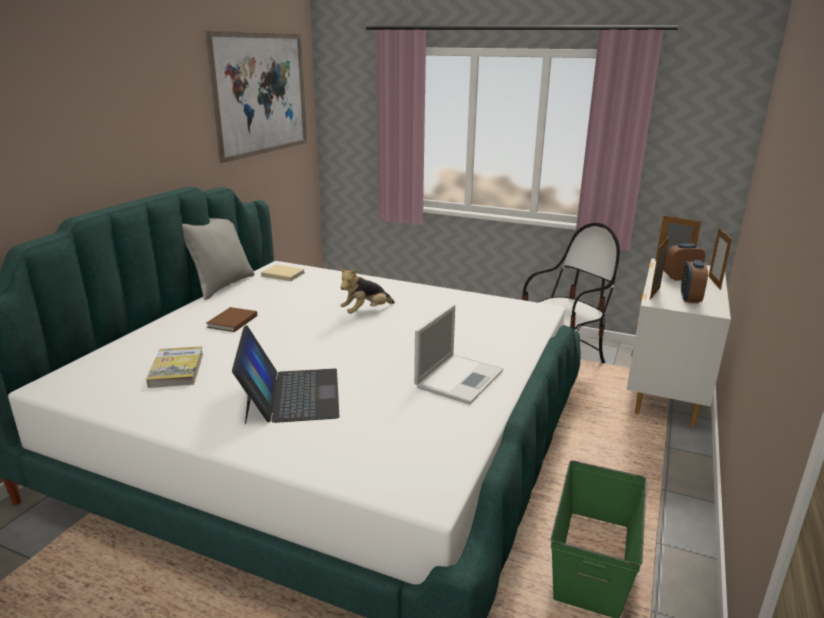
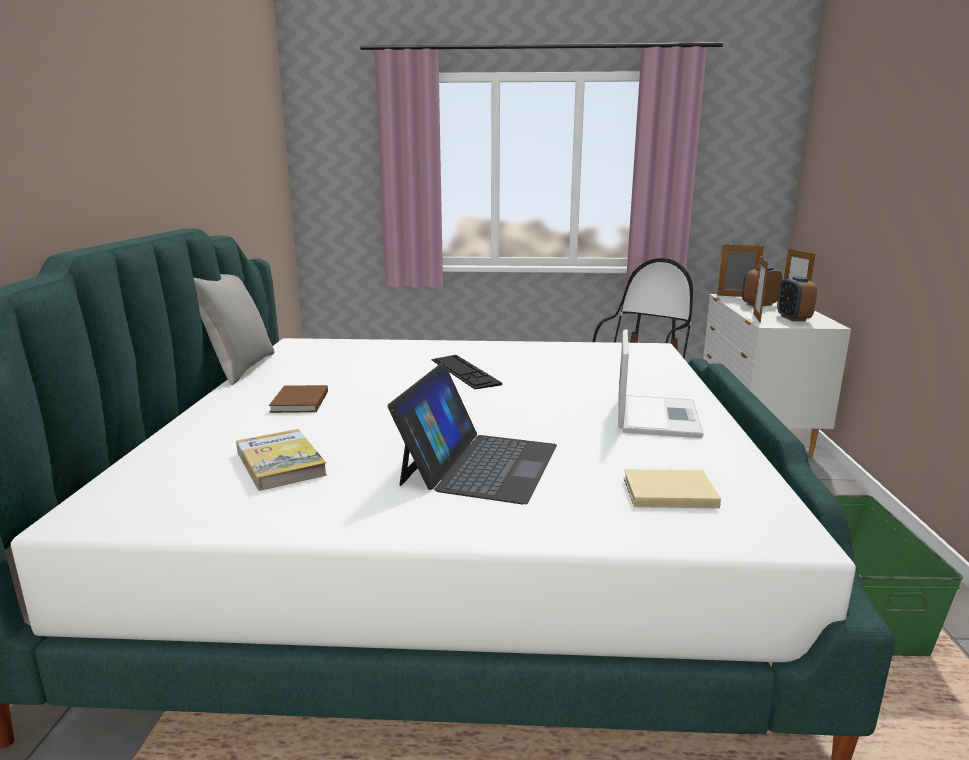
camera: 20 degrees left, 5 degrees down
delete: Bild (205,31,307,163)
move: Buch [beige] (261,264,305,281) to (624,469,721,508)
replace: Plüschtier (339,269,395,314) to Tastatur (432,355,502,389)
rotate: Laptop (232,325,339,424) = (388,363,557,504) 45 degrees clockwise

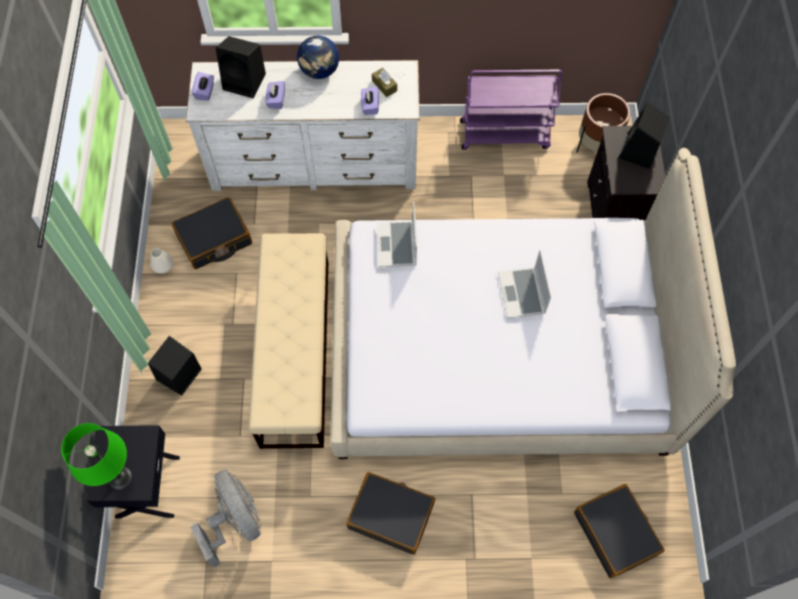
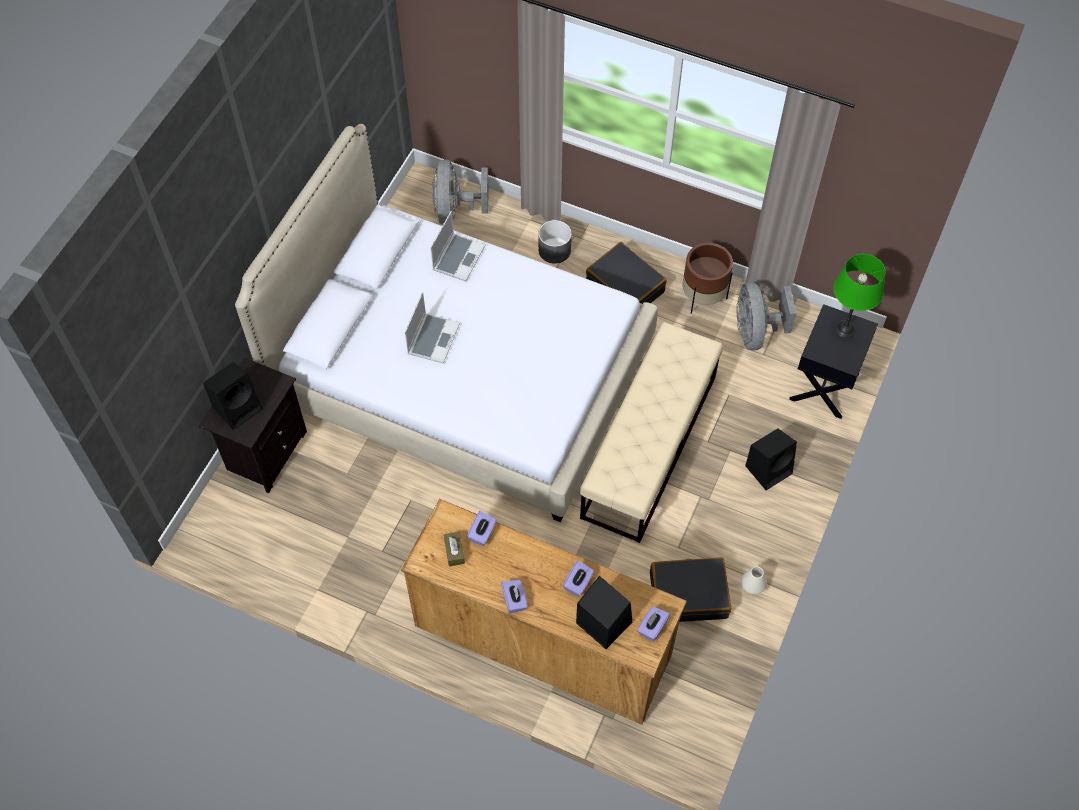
camera: 155 degrees left, 5 degrees down
delete: Rollwagen [lila] (460,70,562,150)
insert: Pflanzkübel [grau] (538,220,572,264)
move: Laptop (377,202,417,267) to (430,211,486,281); Pflanzkübel [braun] (577,93,630,152) to (682,243,733,314)
replace: Globus (297,36,339,79) to Taschentuchbox [lila] (501,580,528,614); Koffer [schwarz] (574,484,664,578) to Ventilator [grau] (431,159,489,224)
recolor: Kommode [weiß] (186,60,420,191) to Kommode [braun] (401,499,687,725)

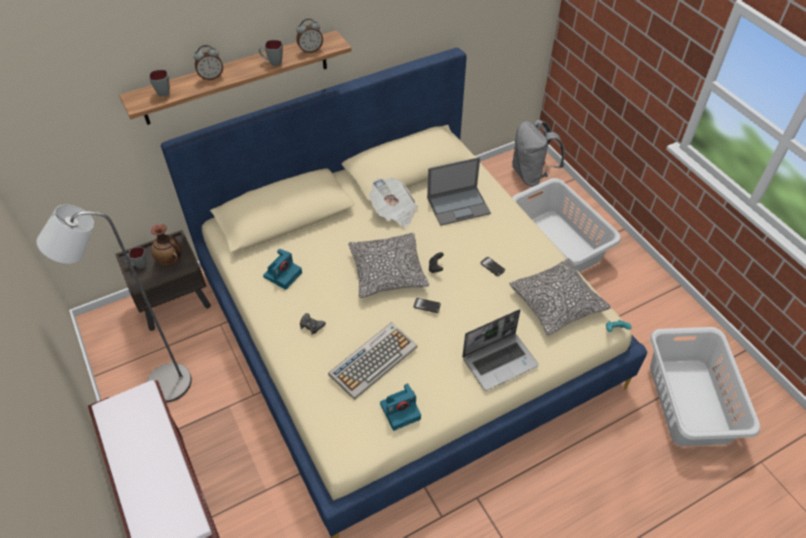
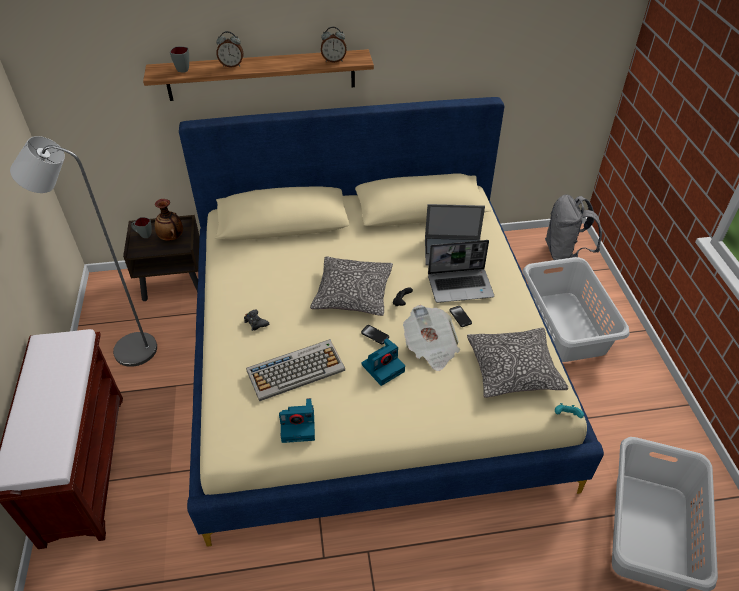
camera: 20 degrees right, 5 degrees down
delete: Henkelbecher [grau] (259,40,283,66)
move: Kamera (263,249,302,290) to (362,338,405,386); Zeitung (369,178,418,227) to (403,305,460,371); Laptop (462,309,539,391) to (428,240,494,303)

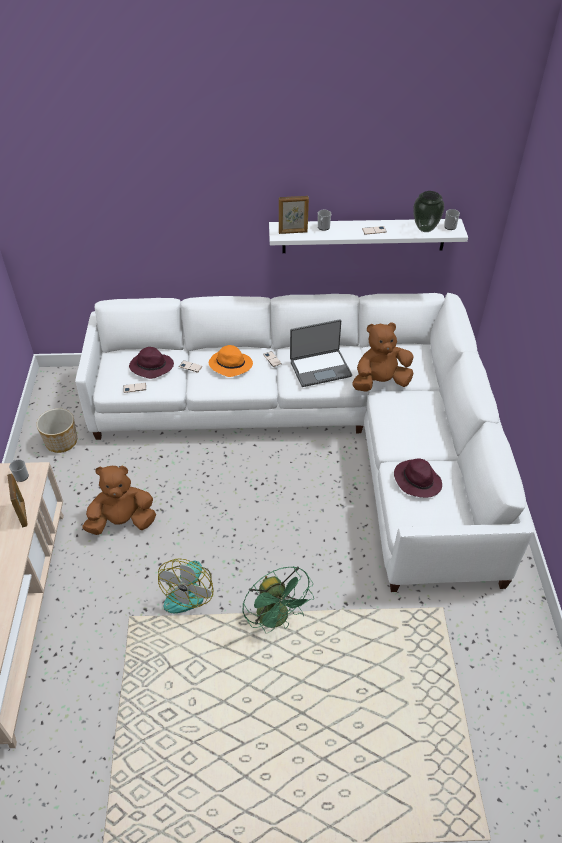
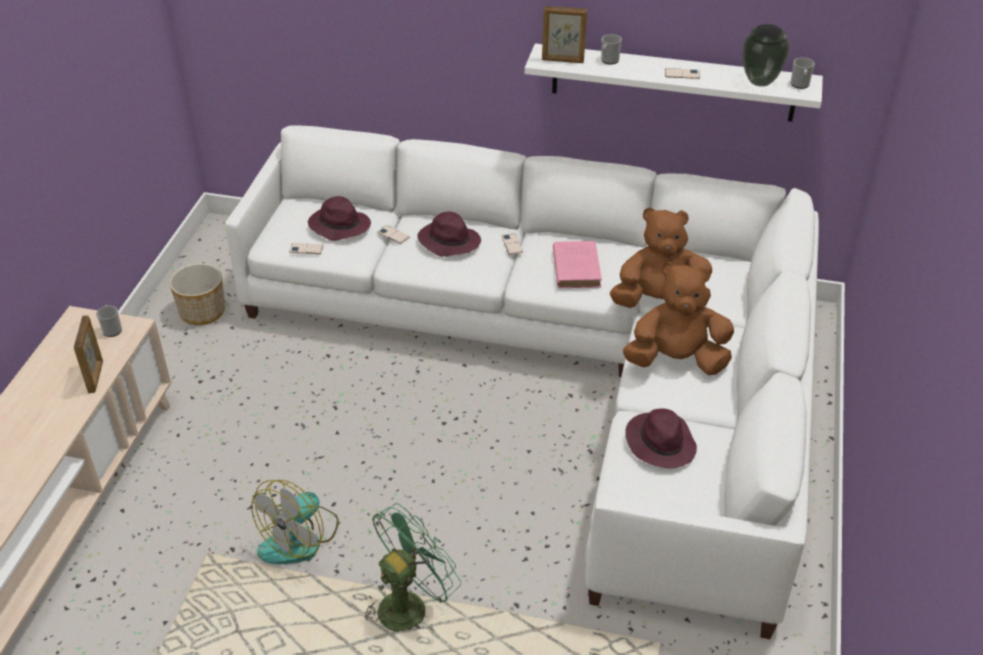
camera: 15 degrees right, 5 degrees down
move: Plüschtier [braun] (82,465,156,535) to (623,262,734,375)
replace: Laptop (290,319,352,387) to Buch [rosa] (553,241,602,288)
recolor: Hut [orange] (209,345,253,377) to Hut [lila] (418,212,481,257)
rotate: Ventilator [grün] (243,566,314,633) = (365,503,461,632) 120 degrees counterclockwise

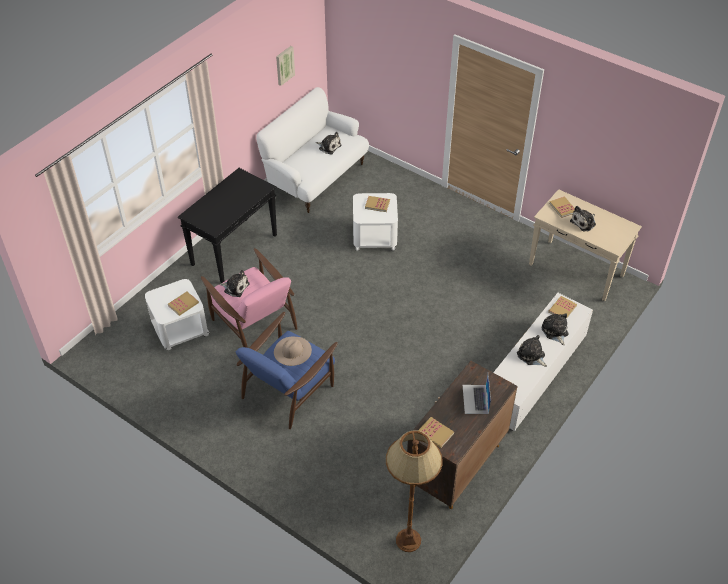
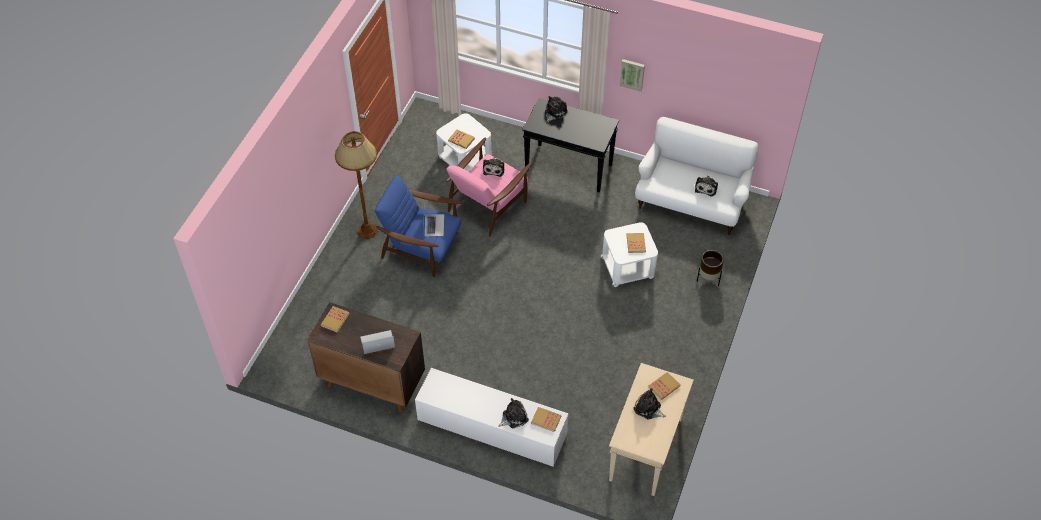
camera: 75 degrees right, 5 degrees up
insert: Pflanzkübel [braun] (697,250,724,286)
move: Bild (276,46,295,86) to (620,59,645,92); Stehlampe [braun] (386,431,443,552) to (335,131,377,239); Plüschtier (517,335,547,367) to (544,96,568,123)
replace: Hut [beige] (274,337,312,366) to Laptop (424,203,444,236)

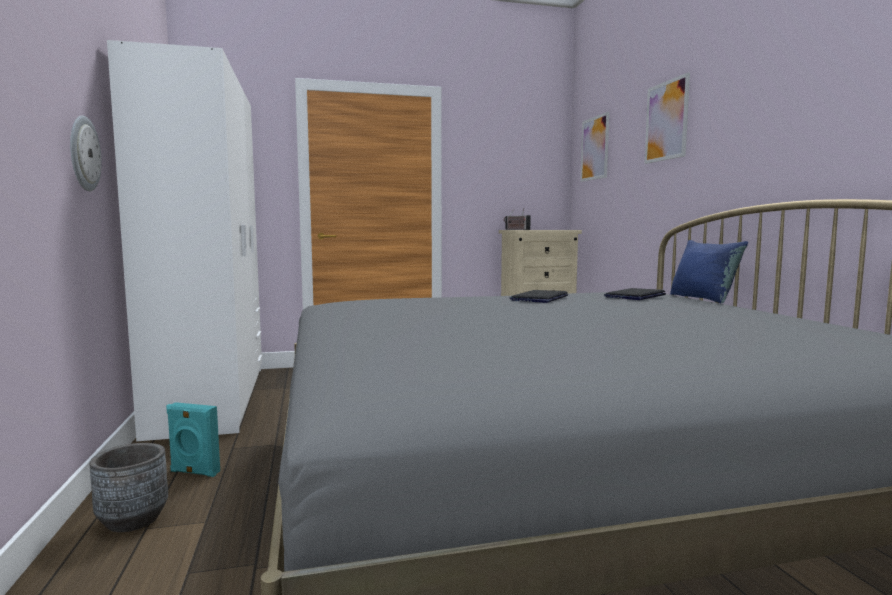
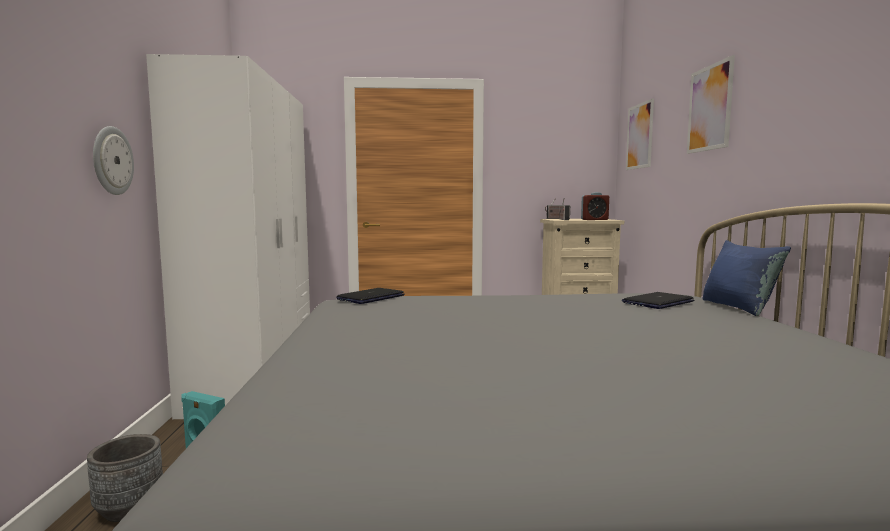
camera: 10 degrees right, 0 degrees up
insert: Wecker (581,192,609,220)
move: Laptop (510,290,568,303) to (336,288,405,304)

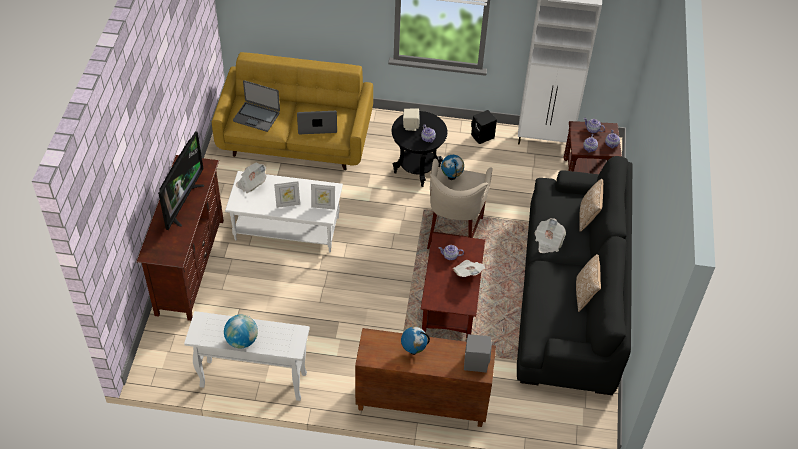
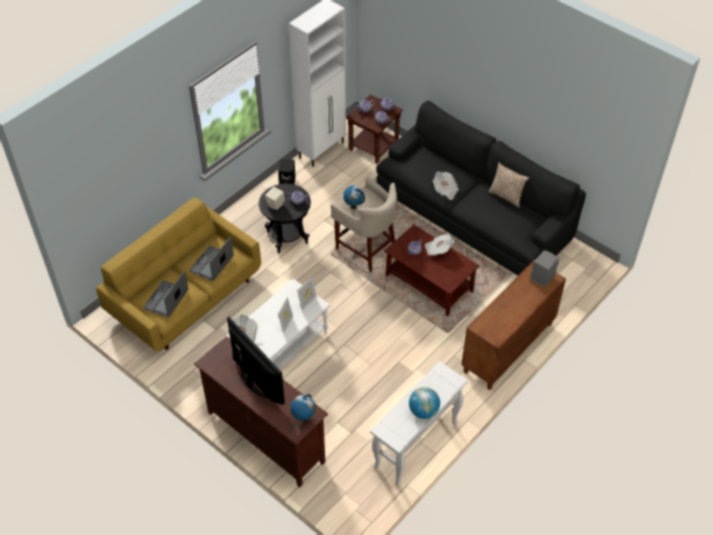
camera: 55 degrees left, 0 degrees up
delete: Kissen (579,179,603,232)
move: Globus (401,327,430,355) to (290,394,316,421)
rotate: Laptop (233,80,280,132) = (143,271,188,318) 150 degrees clockwise

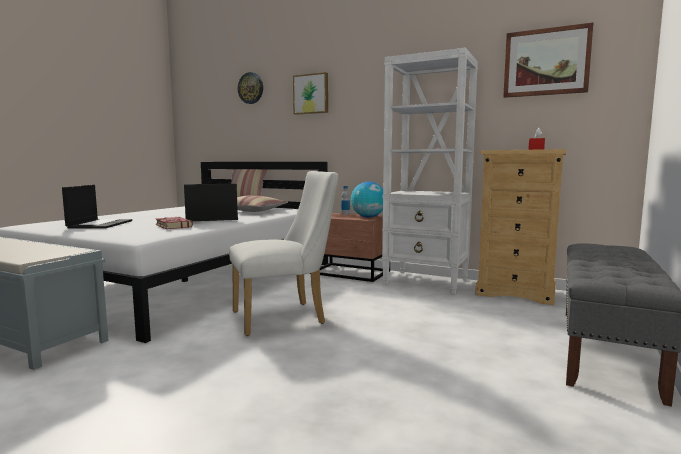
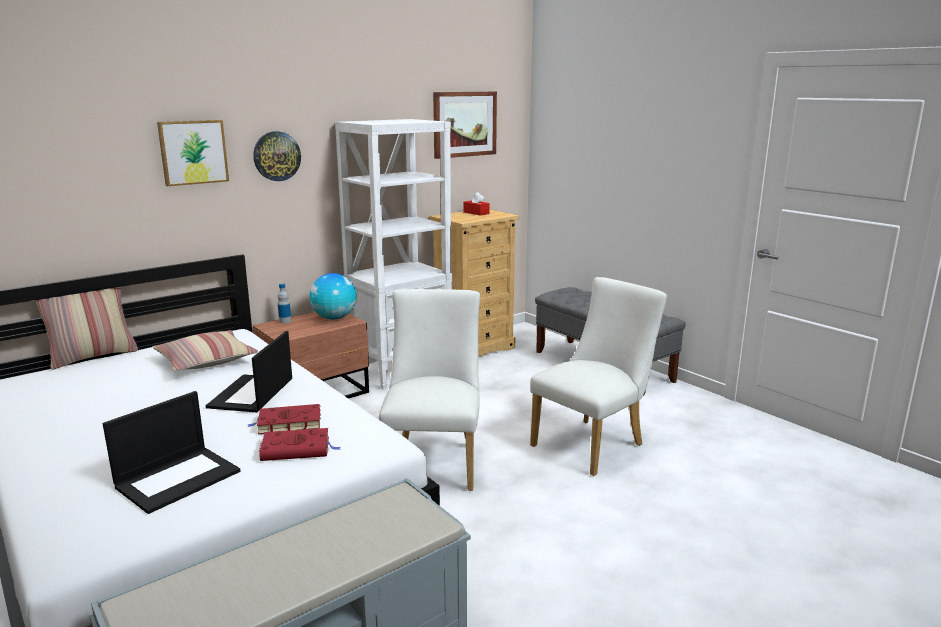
camera: 65 degrees left, 10 degrees up
insert: Buch [rot] (259,428,340,461); Stuhl [weiß] (530,277,667,476)
move: Wanduhr (238,72,263,104) to (253,131,301,181)
rotate: Laptop (62,185,132,228) = (103,391,240,514) 105 degrees clockwise

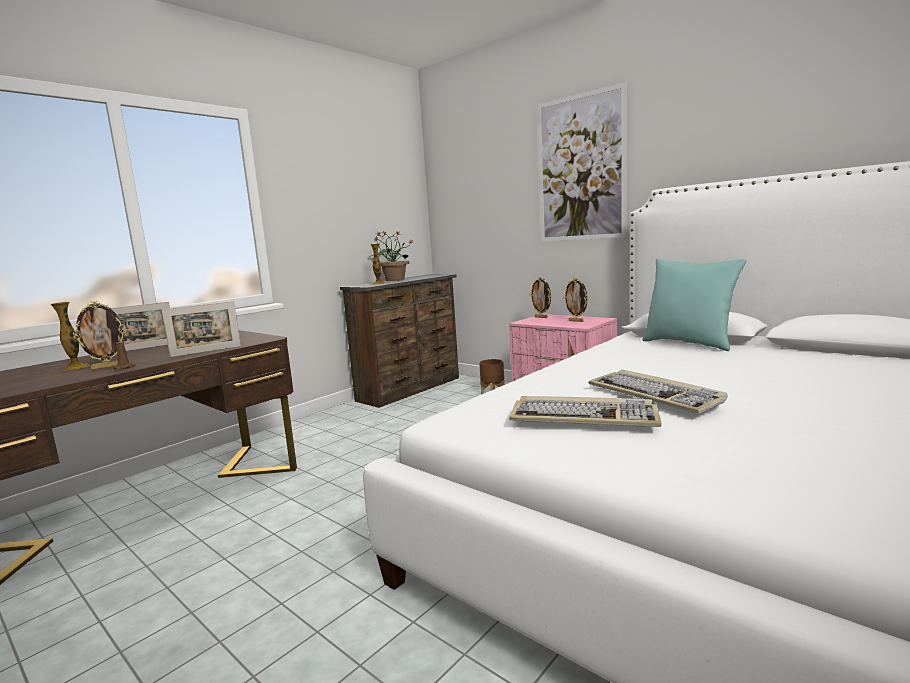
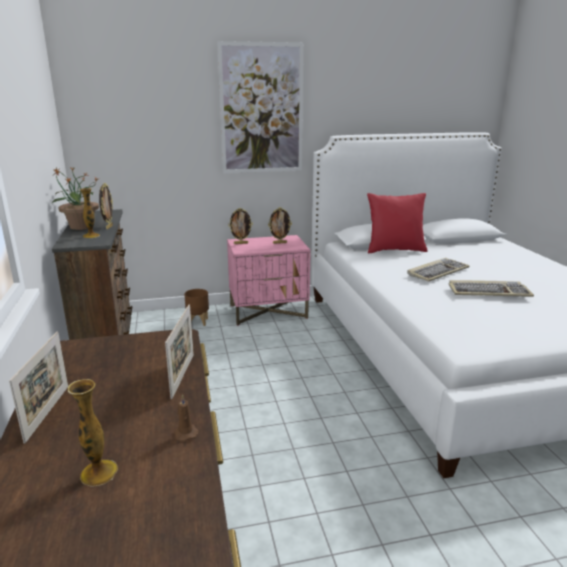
camera: 55 degrees left, 10 degrees up
move: Bilderrahmen (73,301,126,369) to (99,183,113,230); Tastatur (509,396,662,427) to (407,258,469,282)
recolor: Kissen [türkis] (642,259,746,351) to Kissen [rot] (367,193,427,253)

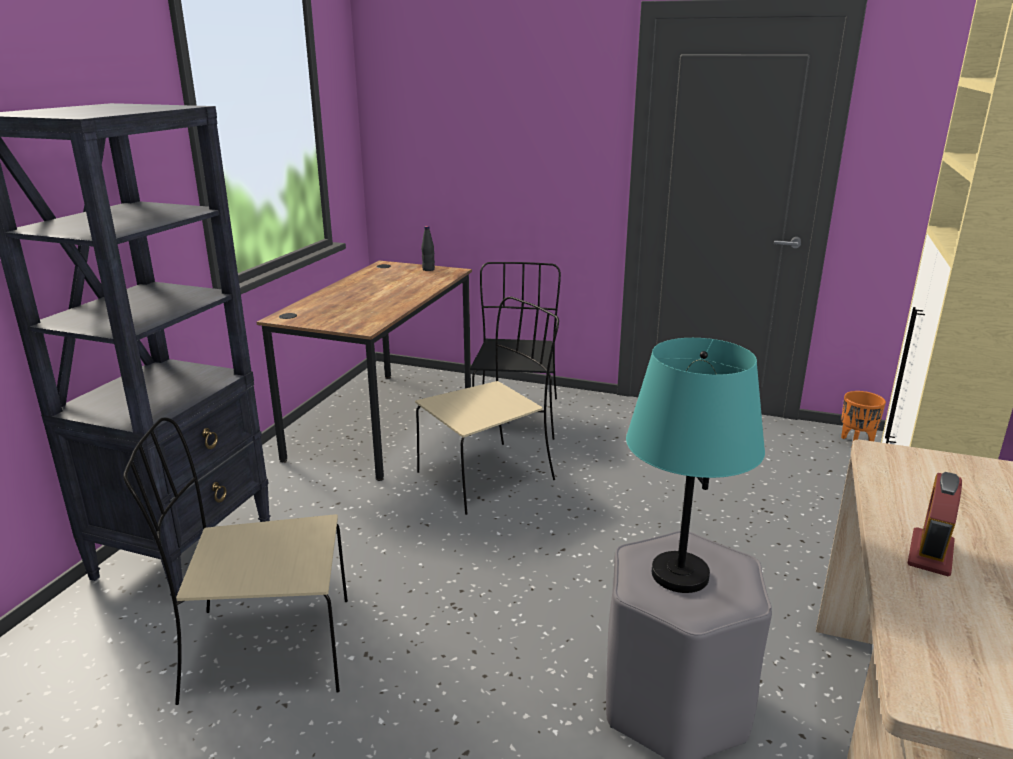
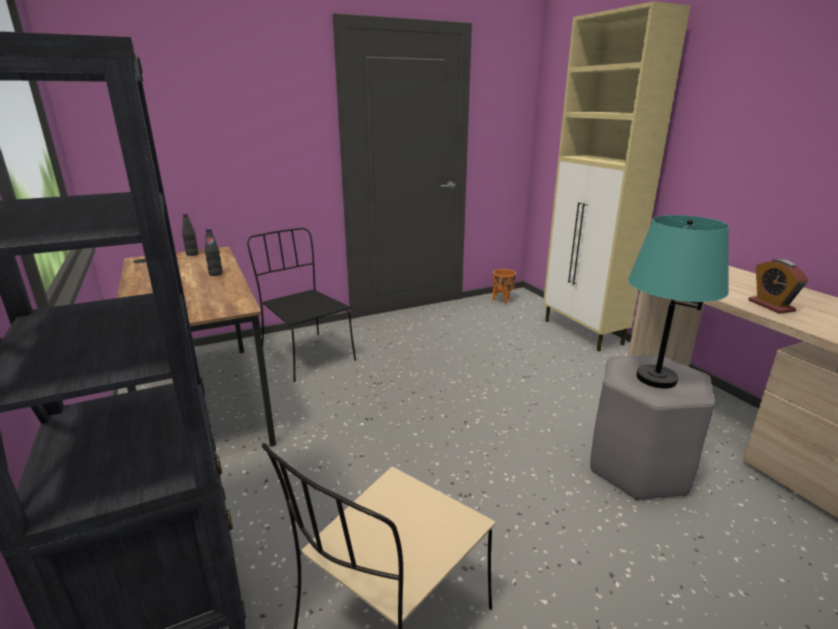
camera: 45 degrees left, 0 degrees up
delete: Stuhl [beige] (415,296,559,515)
insert: Flasche [schwarz] (205,228,223,276)

